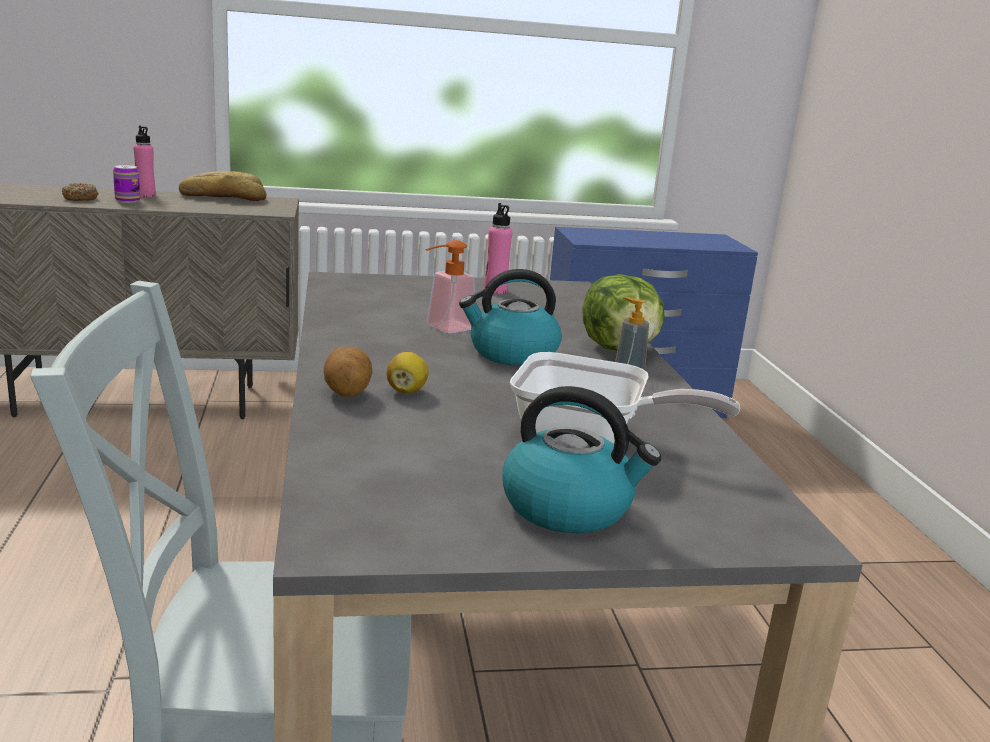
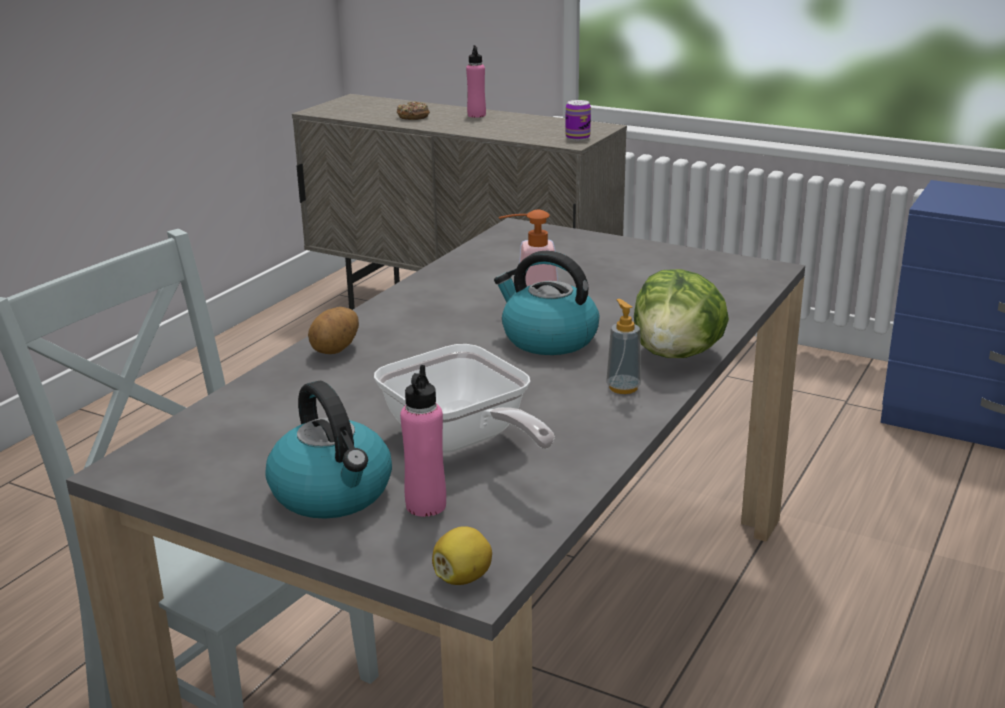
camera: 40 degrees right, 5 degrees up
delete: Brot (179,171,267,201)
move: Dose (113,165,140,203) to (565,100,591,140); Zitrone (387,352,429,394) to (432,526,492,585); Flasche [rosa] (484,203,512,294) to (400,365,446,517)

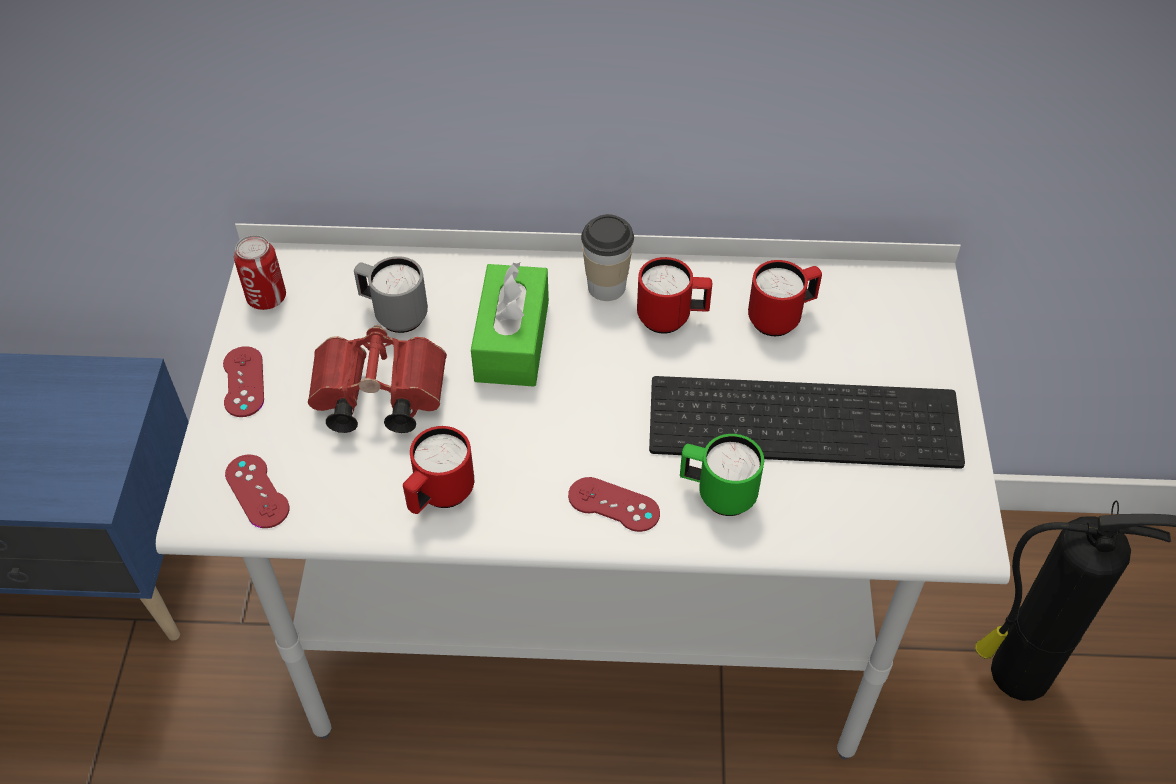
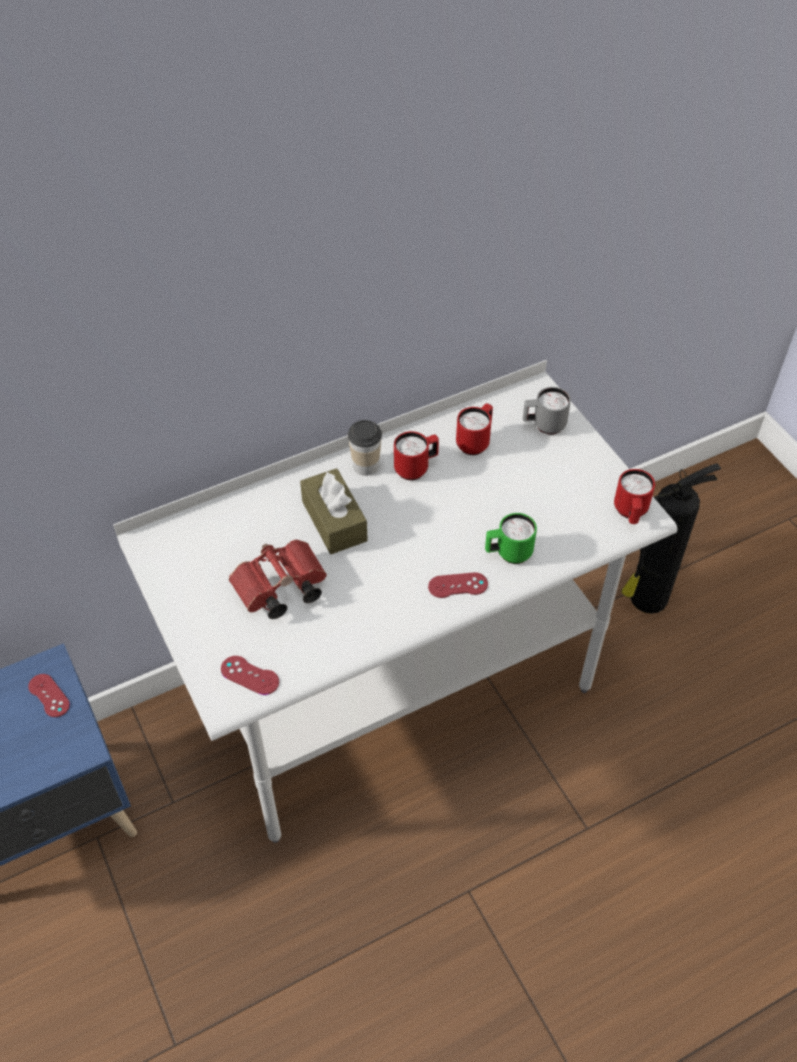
camera: 30 degrees left, 0 degrees up
delete: Dose (234,235,286,310); Tastatur (649,376,965,469)
move: Gamepad [rot] (223,346,264,417) to (28,674,70,717); Henkelbecher [grau] (354,256,428,333) to (523,387,571,435); Henkelbecher [rot] (403,426,474,514) to (614,469,655,524)
recolor: Taschentuchbox [grün] (471,262,549,387) to Taschentuchbox [braun] (300,468,368,554)

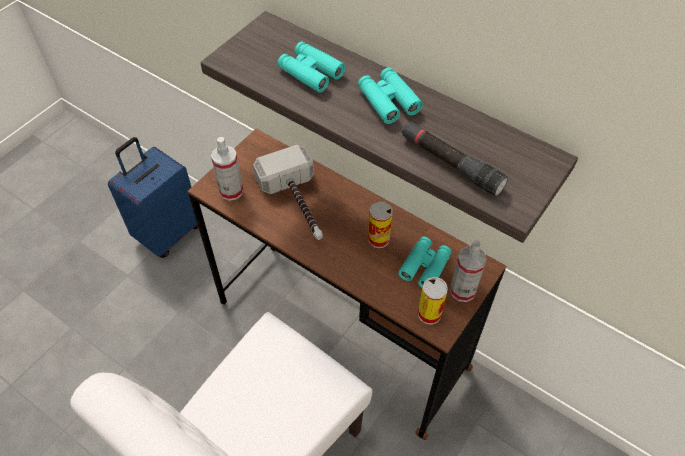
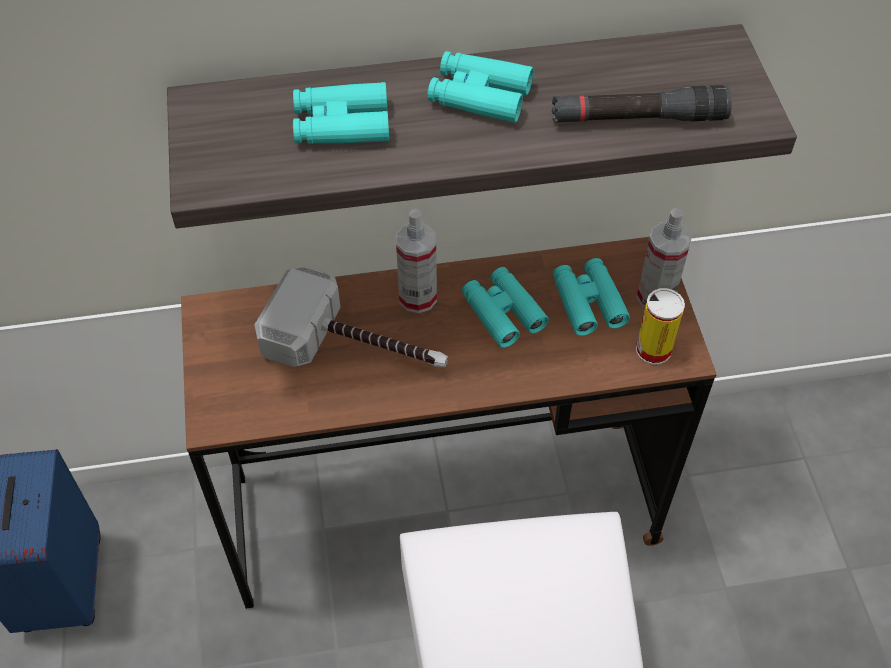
camera: 45 degrees left, 0 degrees up
move: Sprühflasche (211,137,243,201) to (396,209,437,313)
replace: Dose (368,201,393,248) to Fernglas [türkis] (462,267,549,348)

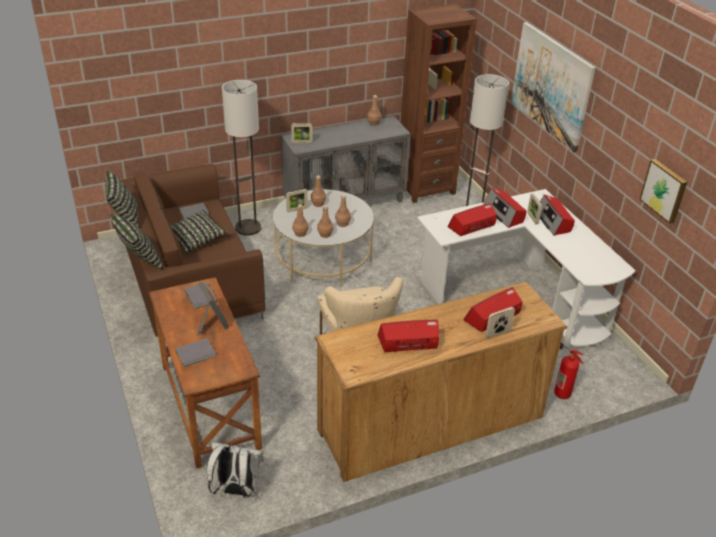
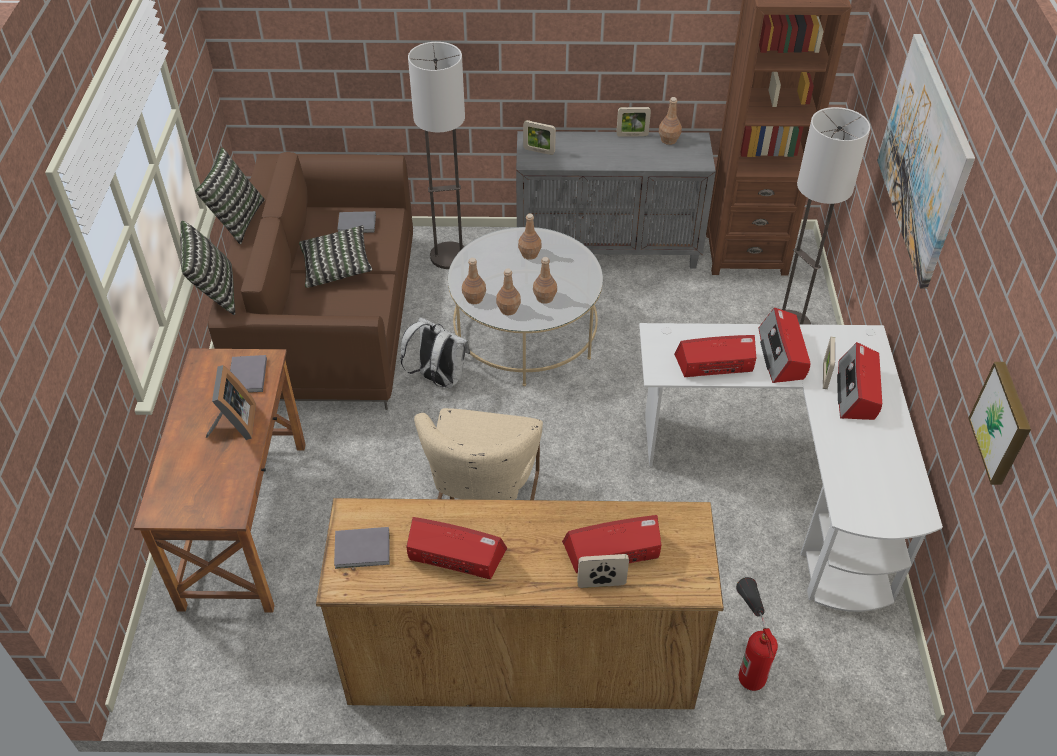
camera: 25 degrees right, 10 degrees up
move: Buch [grau] (175,338,216,367) to (334,527,390,569); Rucksack [weiß] (207,442,264,498) to (400,317,470,389); Bilderrahmen (286,189,308,212) to (616,107,651,137)

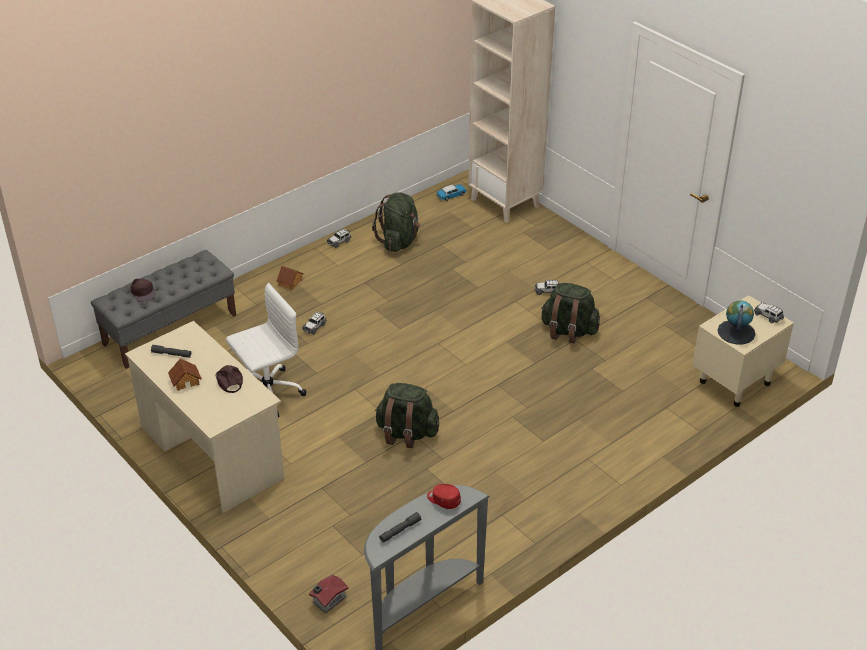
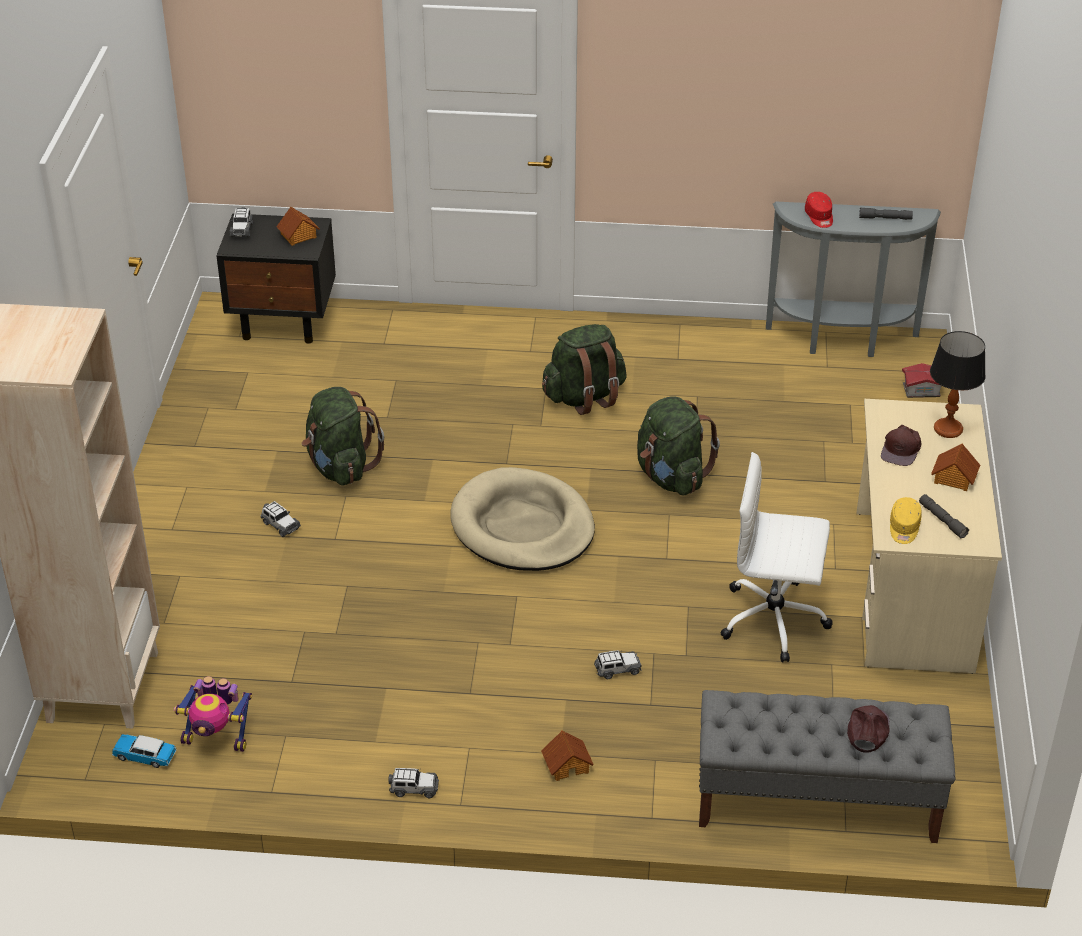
camera: 135 degrees left, 0 degrees up
insert: Spielzeugroboter (174,676,252,752); Hundebett [beige] (451,467,595,571); Kappe [gelb] (890,497,922,544); Tischlampe (930,331,986,438)
move: Rucksack [grün] (372,192,420,252) to (542,324,627,415)
replace: Globus (718,300,755,344) to Spielzeughaus (276,206,320,246)
recolor: Nachttisch [beige] (692,295,794,407) to Nachttisch [schwarz] (217,214,336,344)

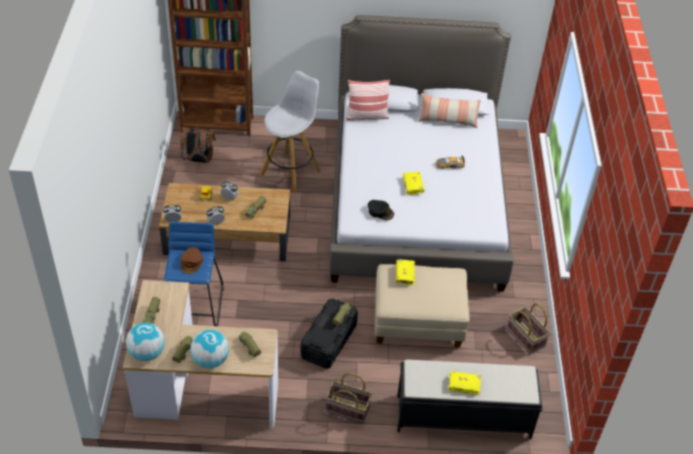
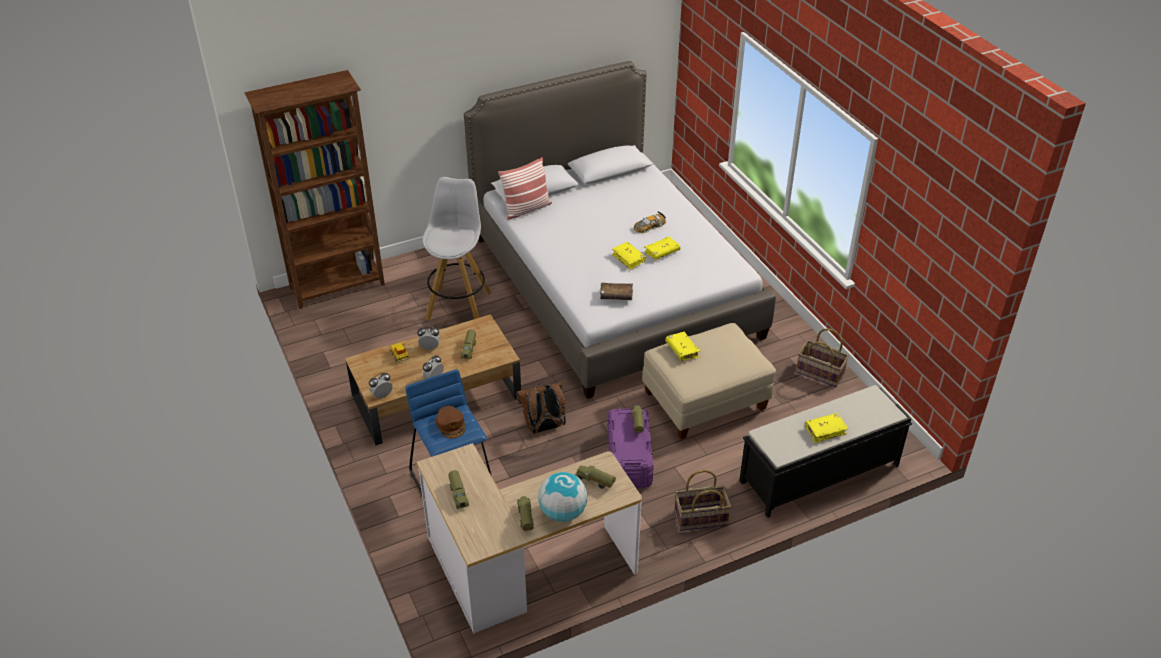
camera: 25 degrees left, 5 degrees down
delete: Globus (126,322,165,361); Kissen (418,93,481,128)
insert: Buch [gelb] (644,236,680,260)
move: Rucksack [braun] (180,127,216,163) to (516,382,566,434)
replace: Kappe [schwarz] (368,200,394,220) to Buch [braun] (600,283,633,300)
recolor: Aufbewahrungsbox [schwarz] (301,298,358,369) to Aufbewahrungsbox [lila] (608,407,654,488)

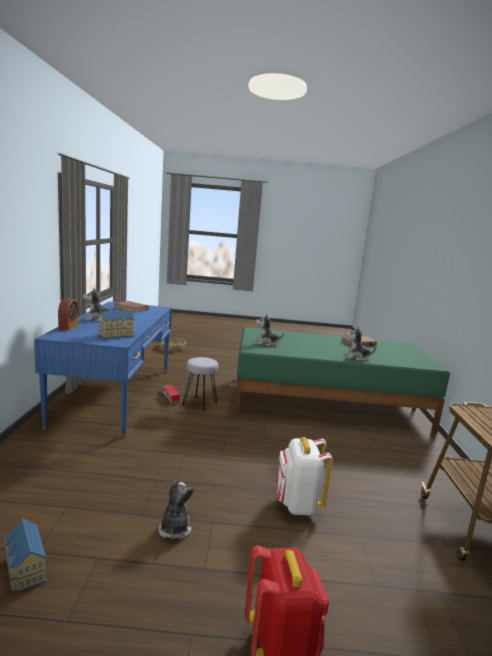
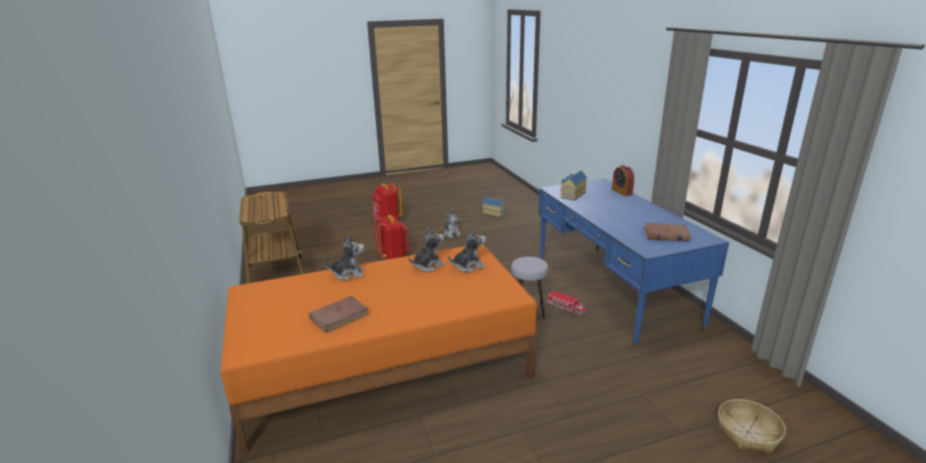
camera: 160 degrees right, 10 degrees up
move: Plüschtier (83,288,116,321) to (408,227,445,272)
recolor: Bett [grün] (234,327,450,434) to Bett [orange] (220,245,537,455); Rucksack [weiß] (275,437,333,515) to Rucksack [rot] (373,215,410,260)

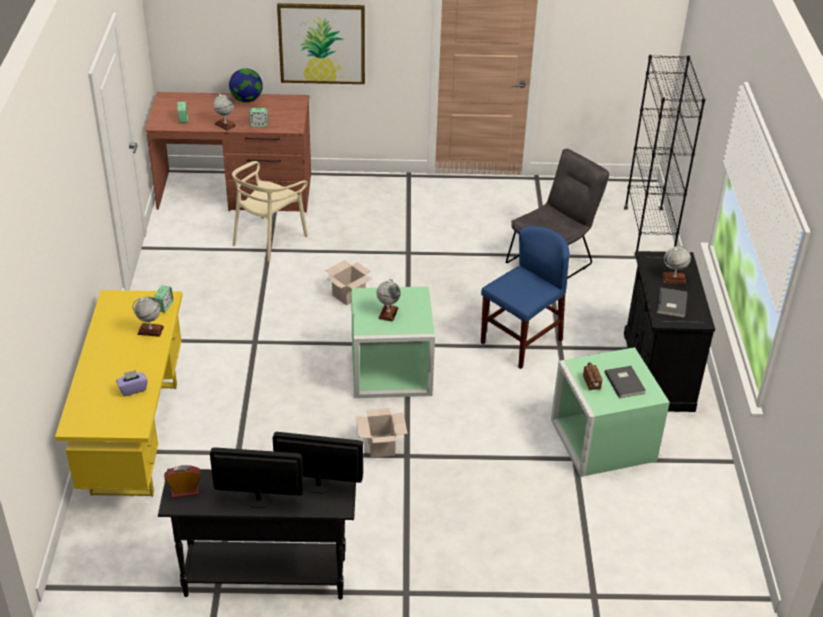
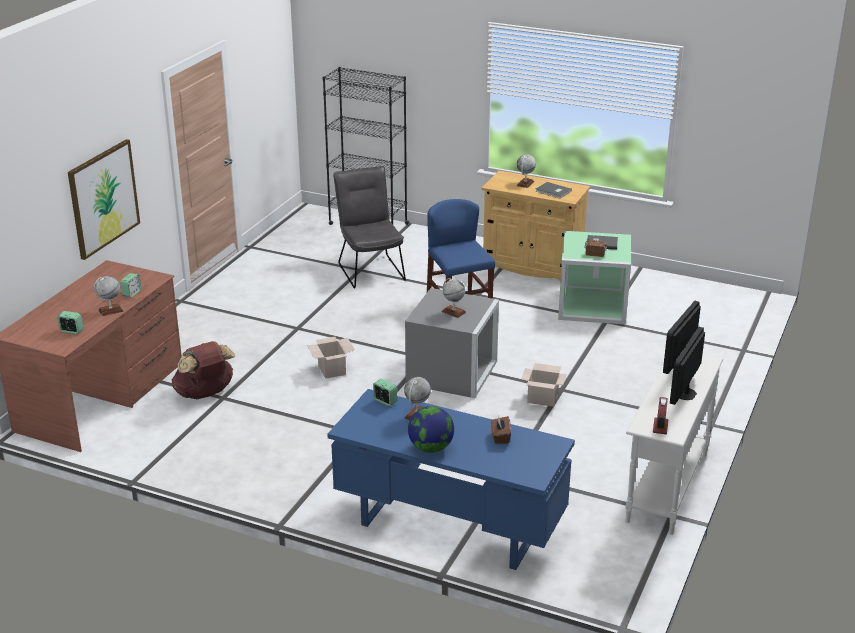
camera: 65 degrees left, 10 degrees down
move: Globus (229,68,263,102) to (408,406,454,453)
replace: Stuhl [beige] (232,161,308,261) to Rucksack [braun] (172,341,235,399)
recolor: Schreibtisch [gelb] (55,290,182,497) to Schreibtisch [blau] (327,389,575,570); Taschentuchbox [lila] (116,370,148,396) to Taschentuchbox [braun] (491,415,511,444); Konsolentisch [schwarz] (158,469,356,599) to Konsolentisch [weiß] (625,354,723,535); Aufbewahrungsbox [grün] (351,286,435,398) to Aufbewahrungsbox [grau] (405,288,499,398); Schrank [schwarz] (624,251,715,412) to Schrank [beige] (482,171,590,281)

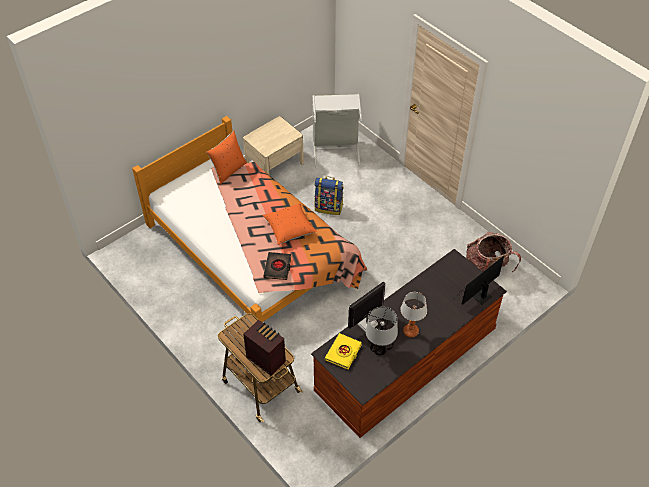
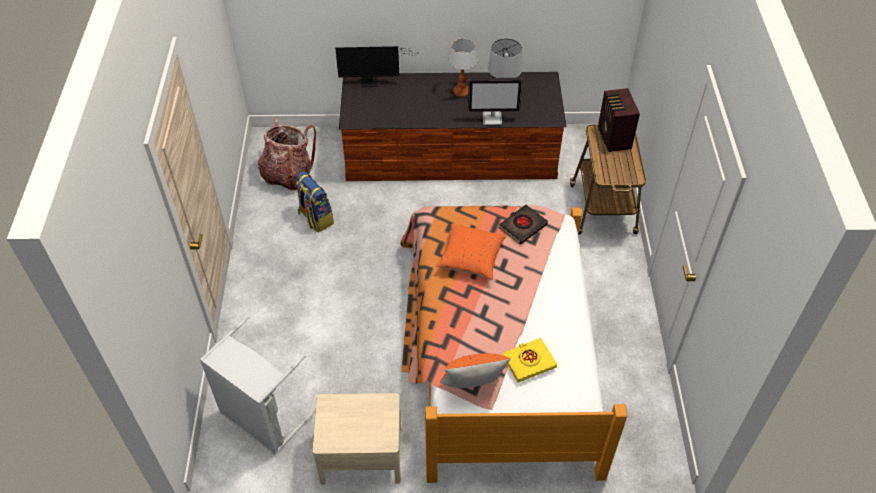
camera: 140 degrees left, 0 degrees up
move: Rucksack (314,176,343,215) to (295,172,334,232); Buch [gelb] (325,333,362,370) to (503,338,557,383)

